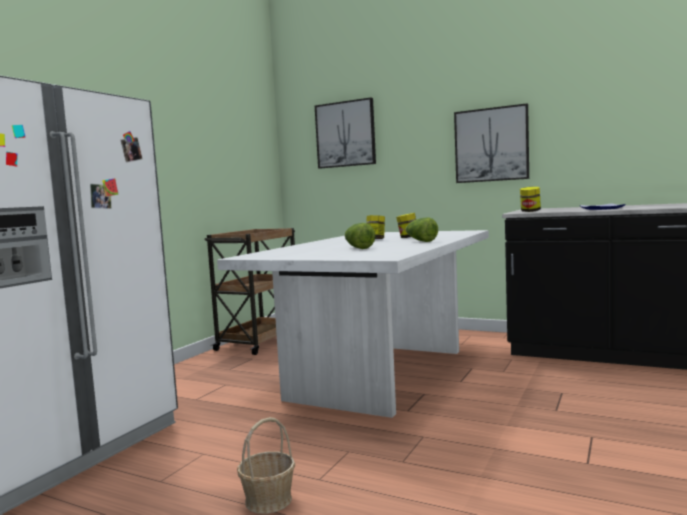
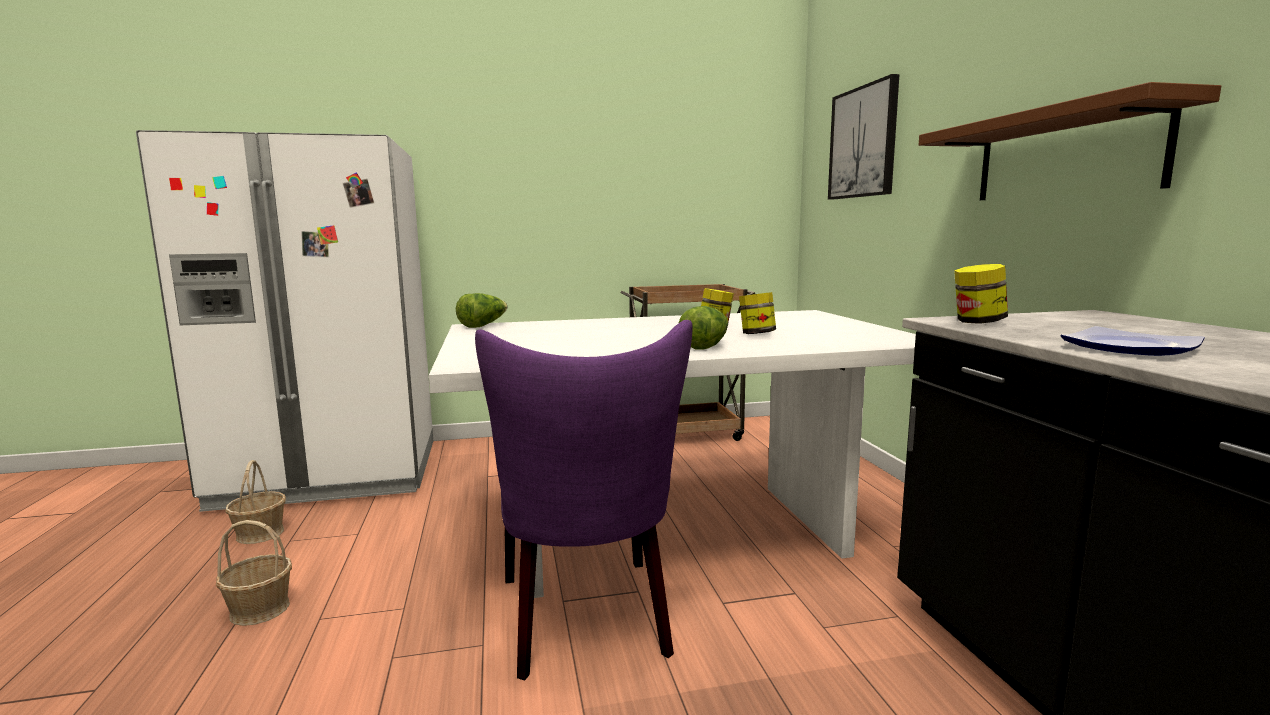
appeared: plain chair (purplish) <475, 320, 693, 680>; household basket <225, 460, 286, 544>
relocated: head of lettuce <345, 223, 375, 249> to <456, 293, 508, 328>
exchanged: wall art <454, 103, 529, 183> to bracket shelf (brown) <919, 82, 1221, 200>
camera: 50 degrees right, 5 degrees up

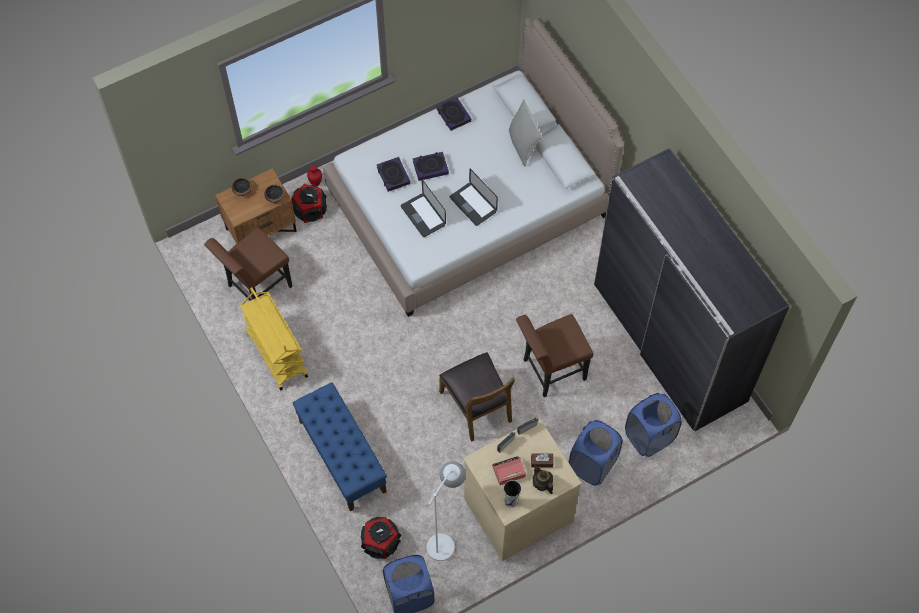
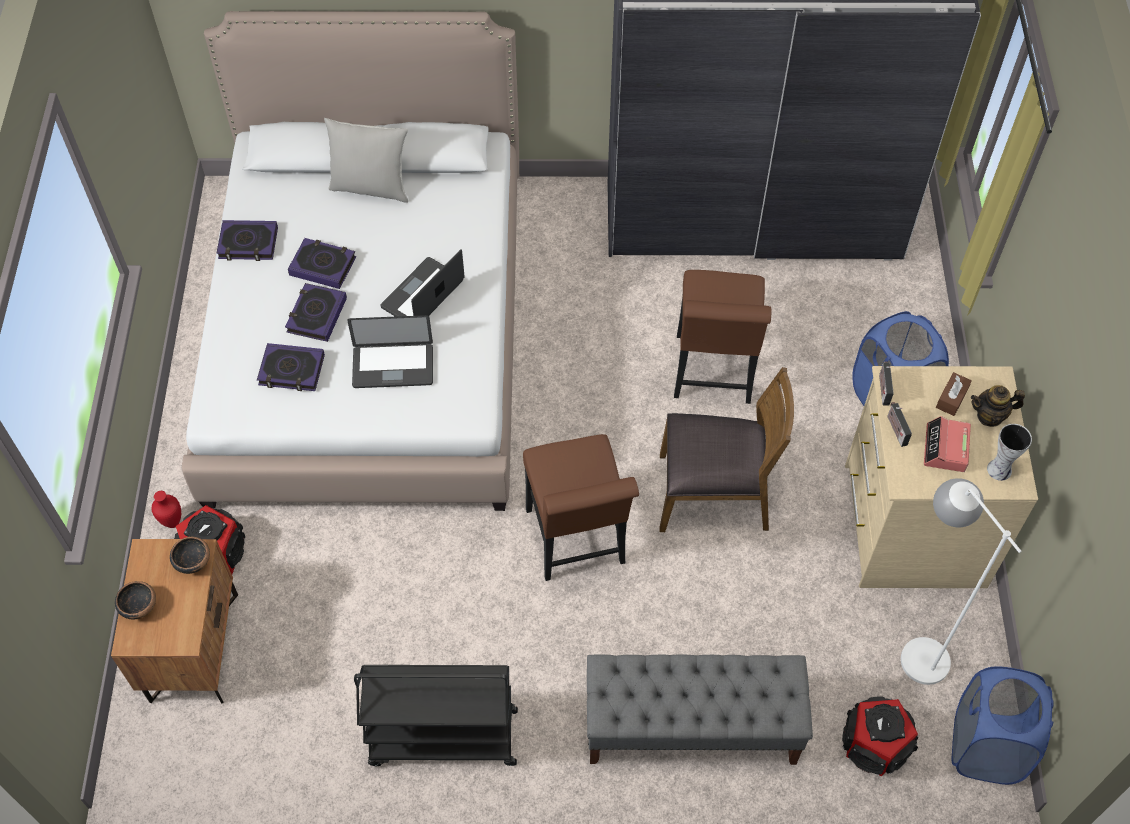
missing: washing basket (blue-coloured) <625, 393, 682, 457>
appeared: bound book <288, 238, 356, 289>
relocated: plain chair (brown) <204, 228, 293, 301> to <523, 434, 639, 581>
colour: cart (yellow) <240, 287, 308, 391> to cart (black-coloured) <354, 665, 518, 766>; indoor bench (blue-coloured) <293, 382, 387, 512> to indoor bench (greyish) <587, 654, 813, 765>
spun: laptop <450, 168, 498, 226> = <380, 249, 465, 317> 135 degrees clockwise
camera: 60 degrees left, 5 degrees down

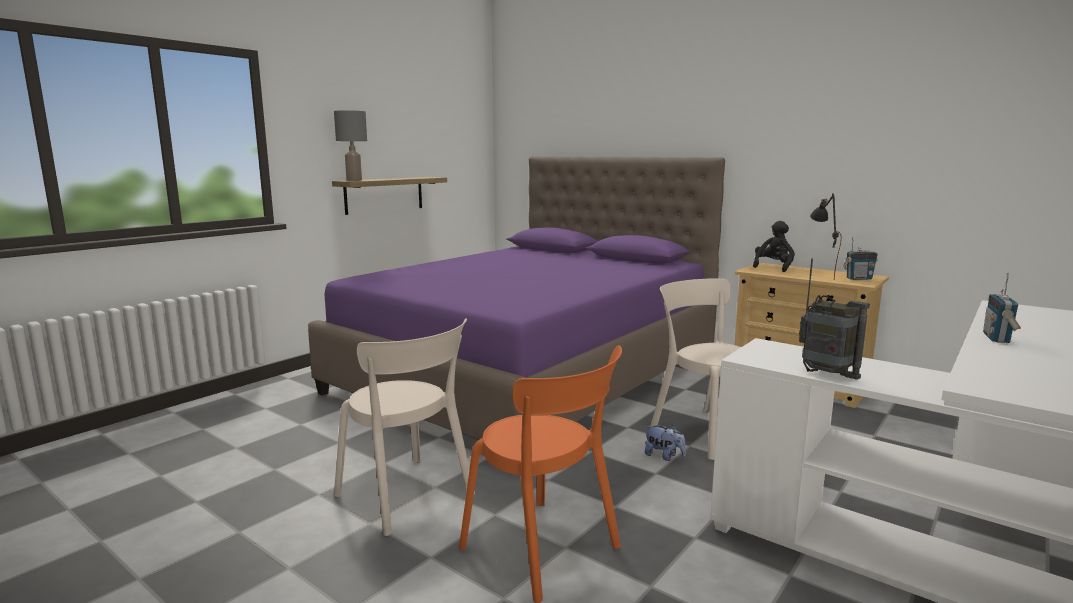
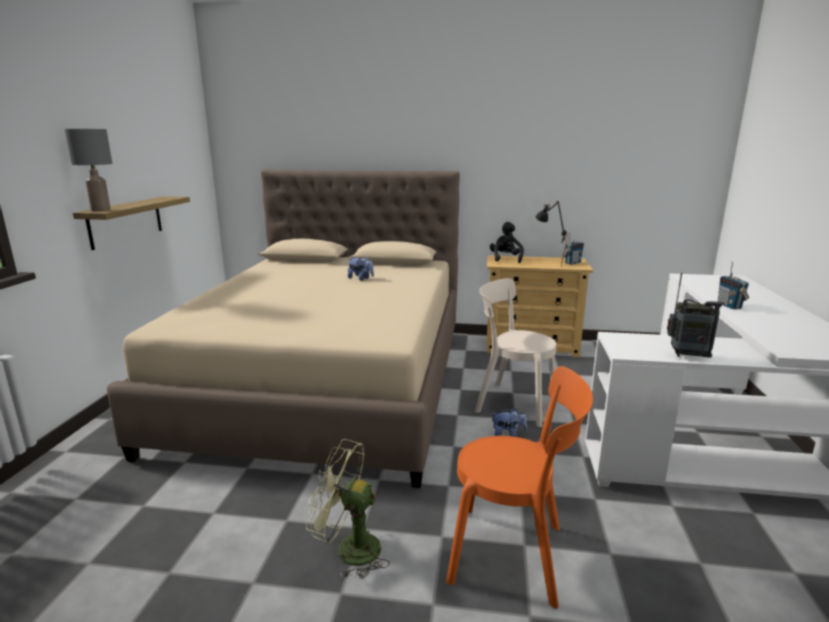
appeared: soft toy <348, 257, 374, 281>
exchanged: plain chair (beige-coloured) <334, 318, 475, 536> to fan (green) <306, 439, 390, 578>
colour: sleeping bed (purplish) <308, 156, 725, 440> to sleeping bed (beige-coloured) <107, 169, 460, 488>
camera: 30 degrees left, 5 degrees up

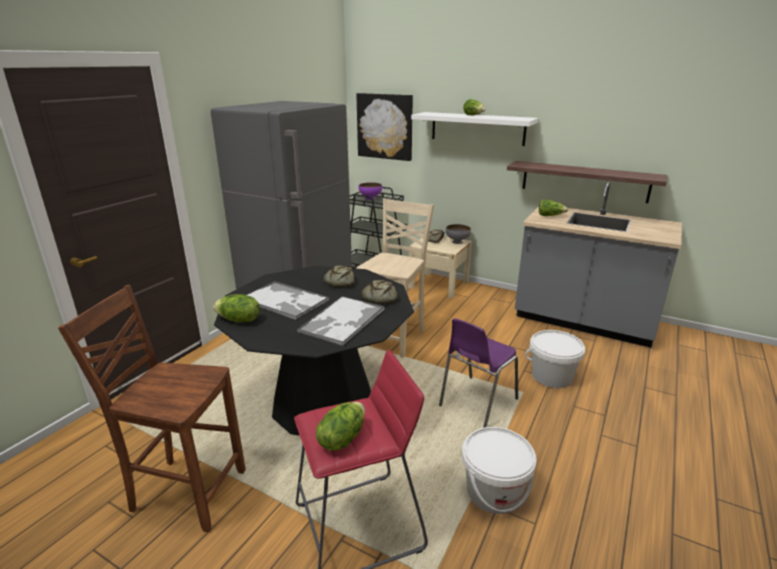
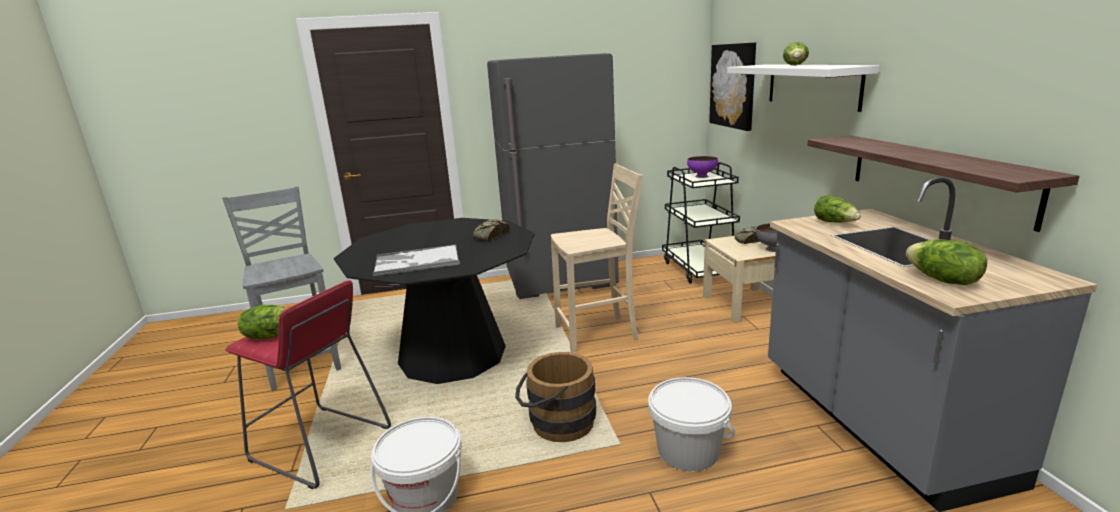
missing: bakery bread <361, 280, 397, 304>; carrying tray <247, 281, 329, 320>
relocated: head of lettuce <213, 294, 260, 323> to <906, 239, 987, 285>
exchanged: plain chair (purplish) <439, 318, 518, 428> to pail (brown) <515, 352, 596, 442>
colour: plain chair (brown) <58, 285, 245, 532> to plain chair (greyish) <222, 186, 341, 391>
camera: 50 degrees right, 5 degrees down

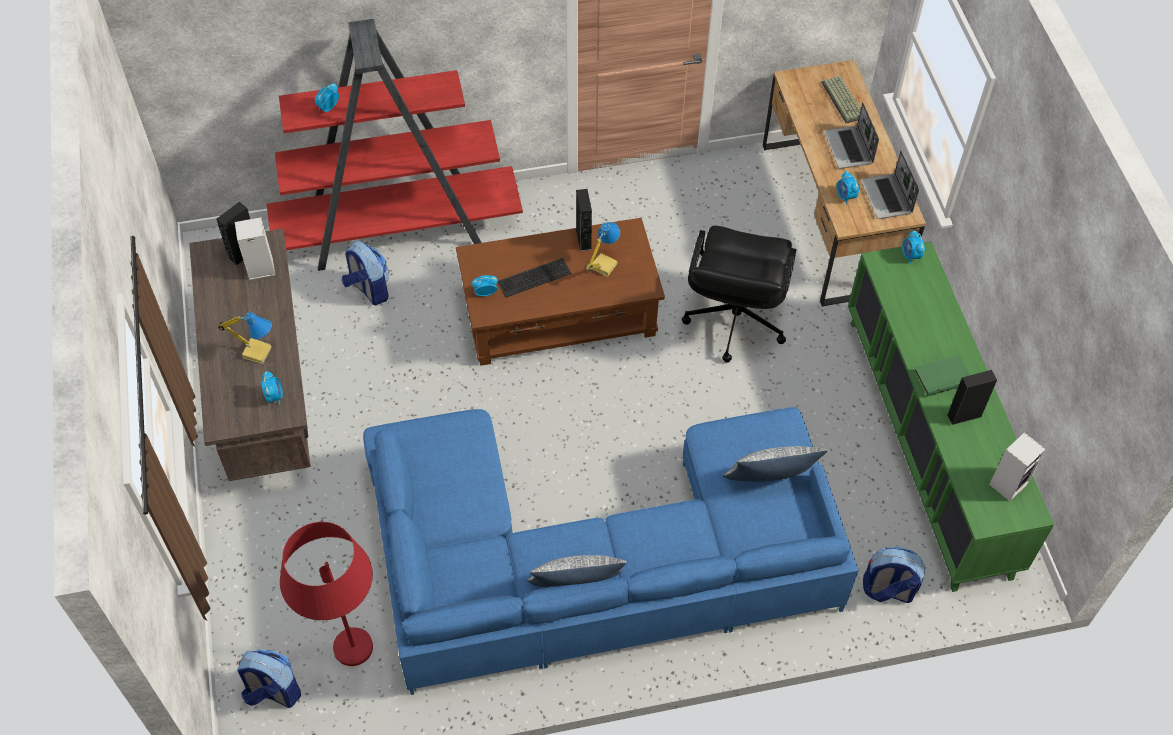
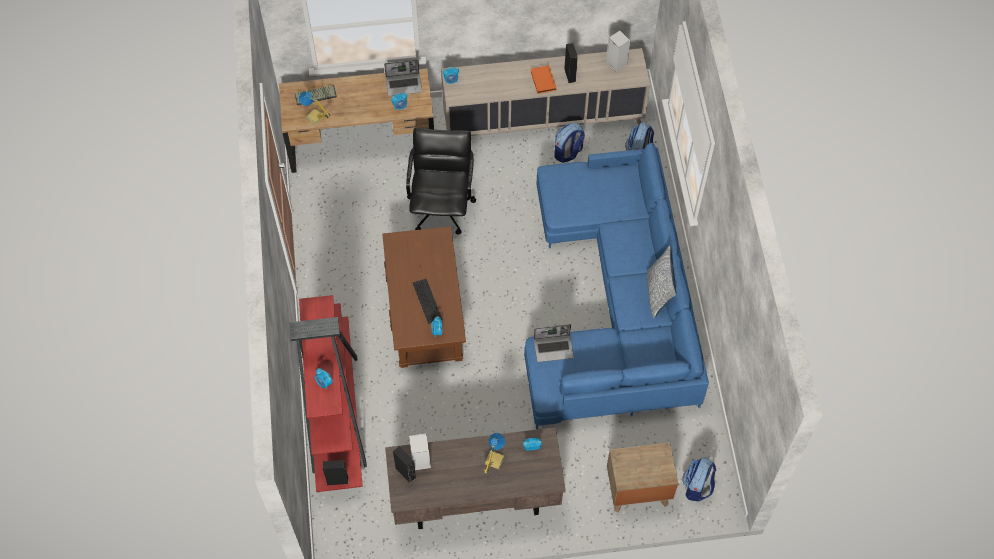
missing: throw pillow <723, 446, 828, 482>; standard lamp (red) <280, 522, 373, 666>
appeared: night table (brown) <607, 443, 678, 513>
relocated: laptop <824, 102, 879, 169> to <534, 324, 574, 362>; audio speaker (black-coloured) <576, 189, 592, 251> to <323, 460, 348, 485>; lamp for a table <584, 222, 620, 277> to <299, 92, 331, 124>; backpack <342, 241, 389, 305> to <555, 123, 585, 163>
colour: storage cabinet (green) <848, 242, 1054, 592> to storage cabinet (beige-coloured) <441, 48, 650, 136>; bound book (green) <913, 355, 970, 396> to bound book (orange) <530, 65, 556, 94>
spun: desk chair (black-coloured) <682, 226, 797, 362> = <406, 128, 476, 235> 105 degrees counterclockwise
camera: 85 degrees left, 5 degrees up

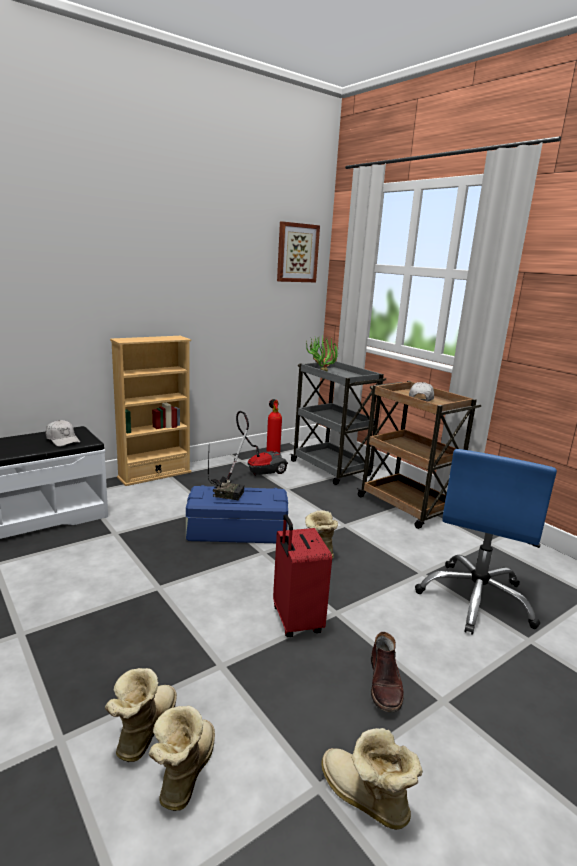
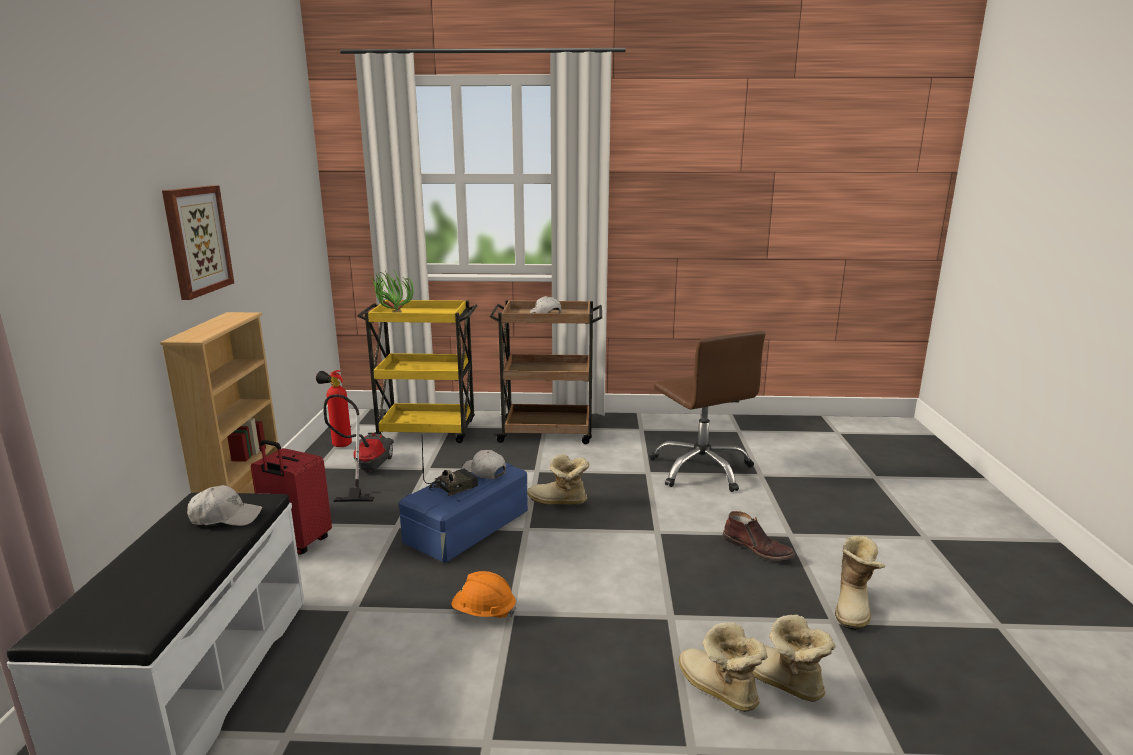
appeared: cap (white) <462, 450, 506, 479>; safety helmet (orange) <452, 571, 517, 618>
relocated: wall art <277, 221, 320, 282> to <162, 185, 234, 300>; suitcase (red) <273, 514, 332, 637> to <251, 440, 332, 555>
colour: cart (greyish) <290, 361, 386, 485> to cart (yellow) <357, 300, 477, 443>; desk chair (blue-coloured) <415, 449, 557, 635> to desk chair (brown) <650, 331, 766, 492>
spun: boot <321, 728, 423, 830> = <835, 536, 885, 630> 60 degrees counterclockwise
camera: 50 degrees left, 0 degrees up

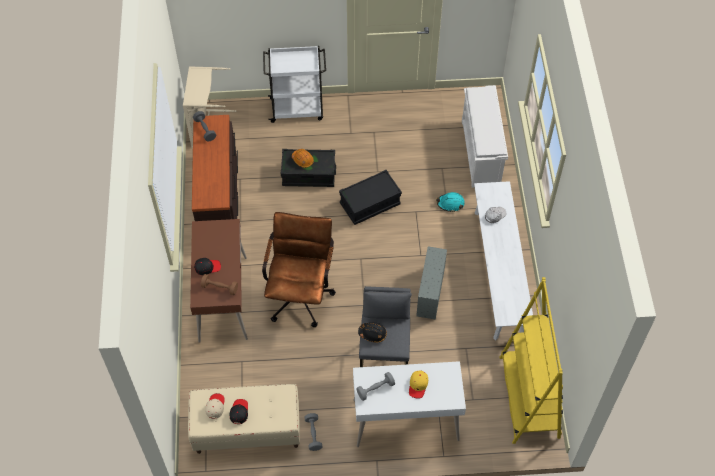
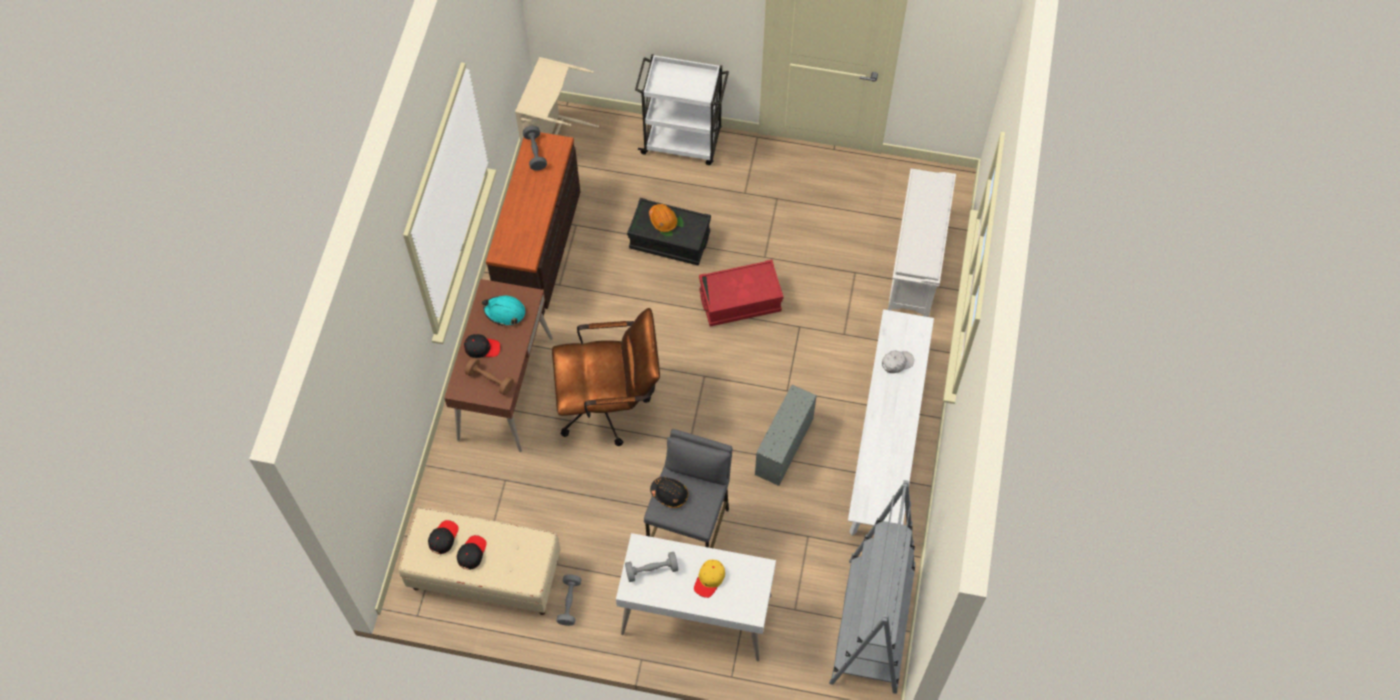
relocated: safety helmet (turquoise-coloured) <436, 192, 465, 212> to <482, 296, 525, 326>
colour: storage bin (black-coloured) <339, 170, 402, 225> to storage bin (red) <699, 259, 783, 327>; bookcase (yellow) <499, 277, 563, 444> to bookcase (greyish) <829, 480, 916, 694>; cap (beige-coloured) <205, 393, 224, 419> to cap (black-coloured) <428, 520, 459, 554>
spun: desk chair (brown) <262, 212, 336, 327> = <552, 308, 660, 446> 60 degrees clockwise
camera: 15 degrees right, 5 degrees up

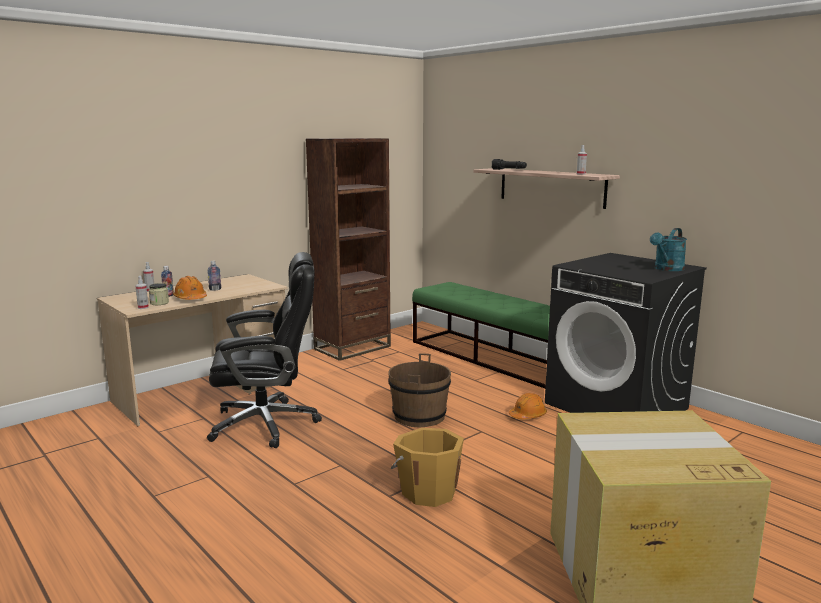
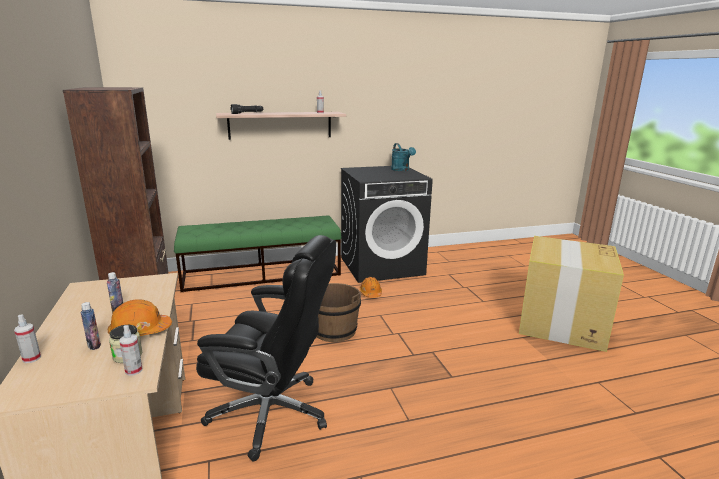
missing: pail (orange) <391, 428, 464, 507>
spun: desk chair (black-coloured) <207, 252, 322, 448> = <196, 235, 336, 461> 90 degrees clockwise
camera: 65 degrees left, 5 degrees up

